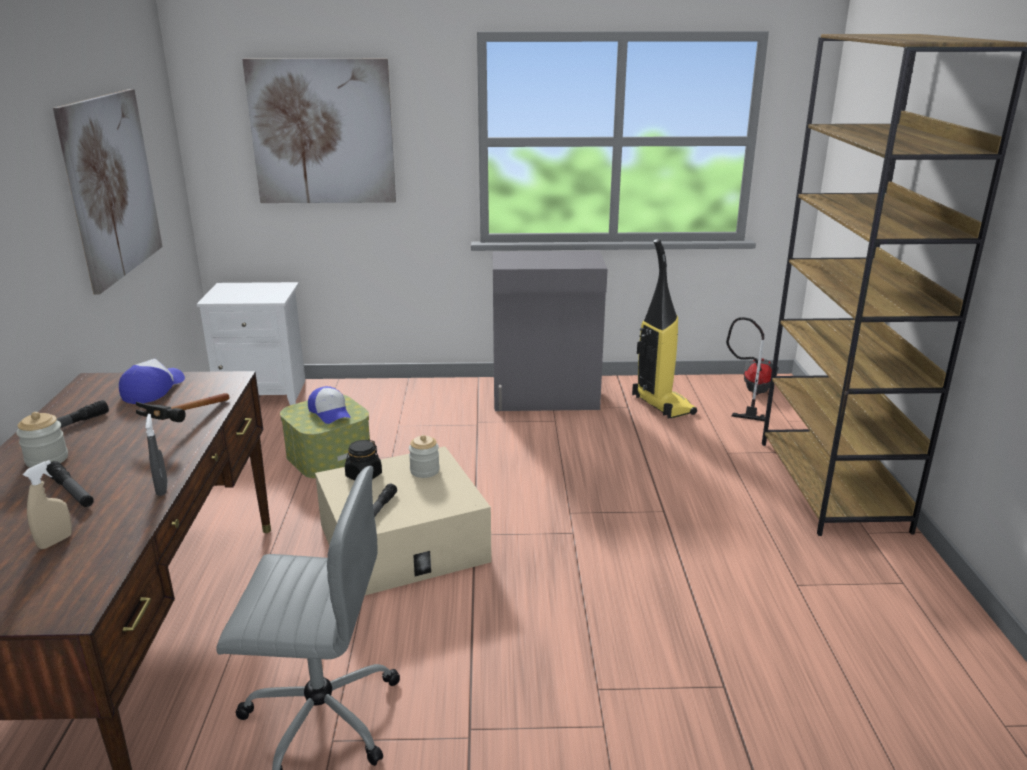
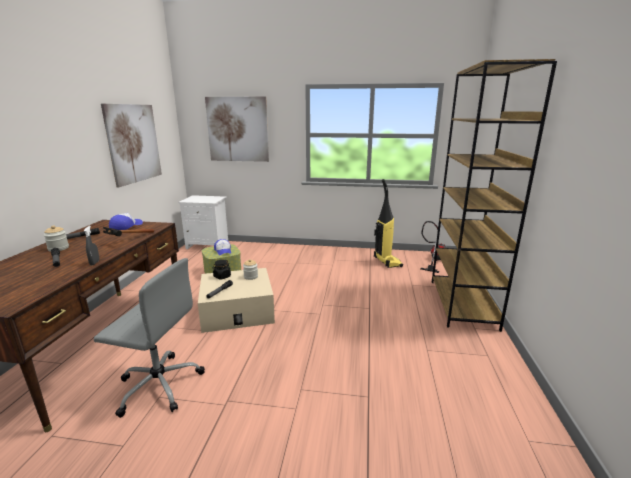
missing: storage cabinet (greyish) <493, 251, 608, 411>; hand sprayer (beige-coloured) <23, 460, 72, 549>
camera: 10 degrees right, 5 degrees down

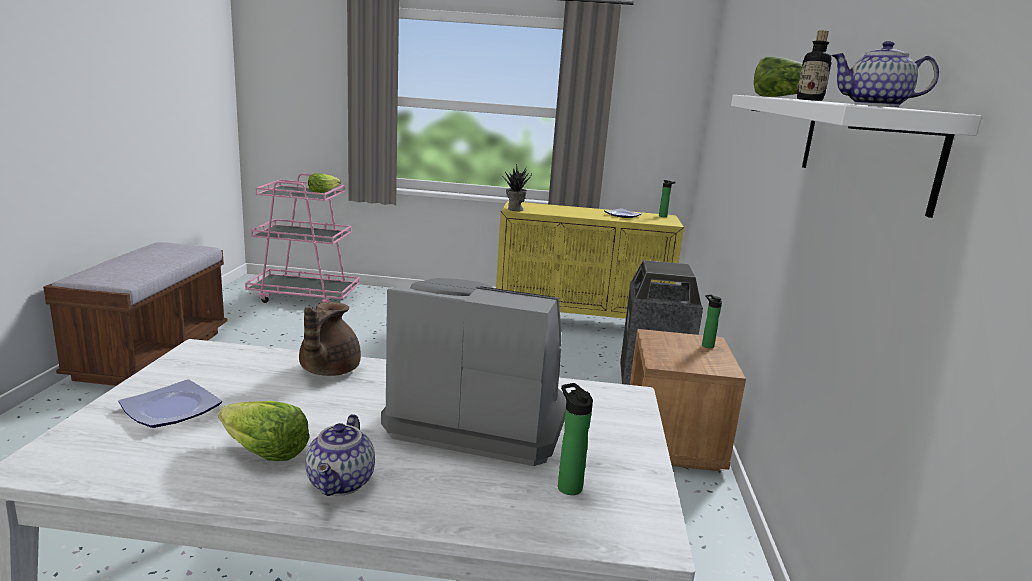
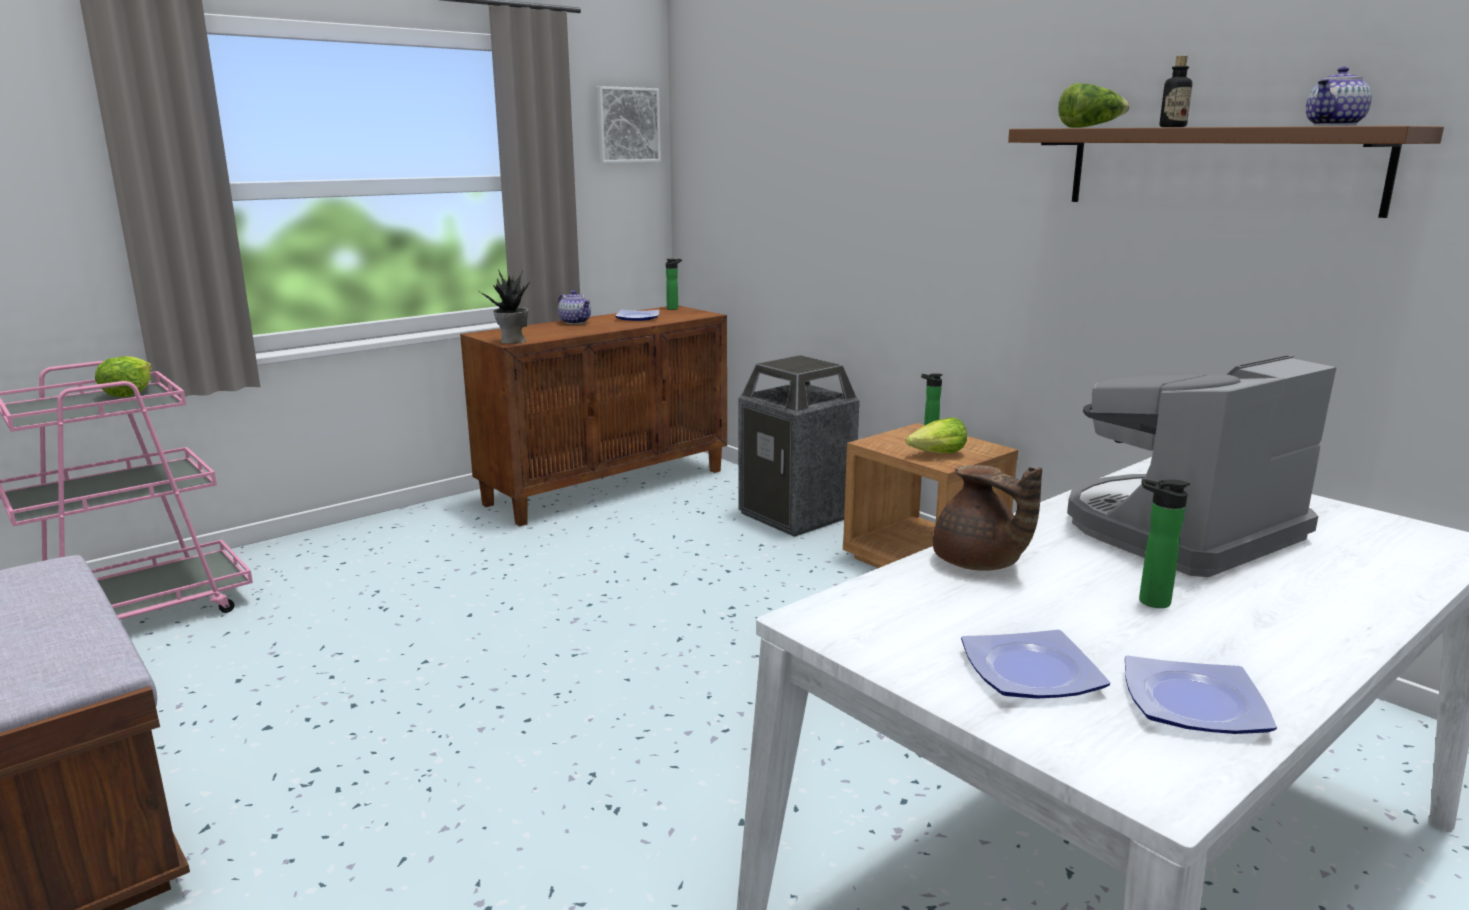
appeared: wall art <595, 86, 661, 163>; dinner plate <1125, 655, 1277, 734>
relocated: bottle <558, 383, 593, 495> to <1139, 479, 1190, 608>; head of lettuce <218, 401, 310, 461> to <906, 417, 967, 453>; pot for tea <305, 414, 375, 496> to <558, 290, 591, 324>
colour: bracket shelf (white) <731, 95, 982, 218> to bracket shelf (brown) <1008, 126, 1444, 218>; storage cabinet (yellow) <496, 201, 684, 319> to storage cabinet (brown) <460, 305, 727, 526>
camera: 45 degrees left, 0 degrees up

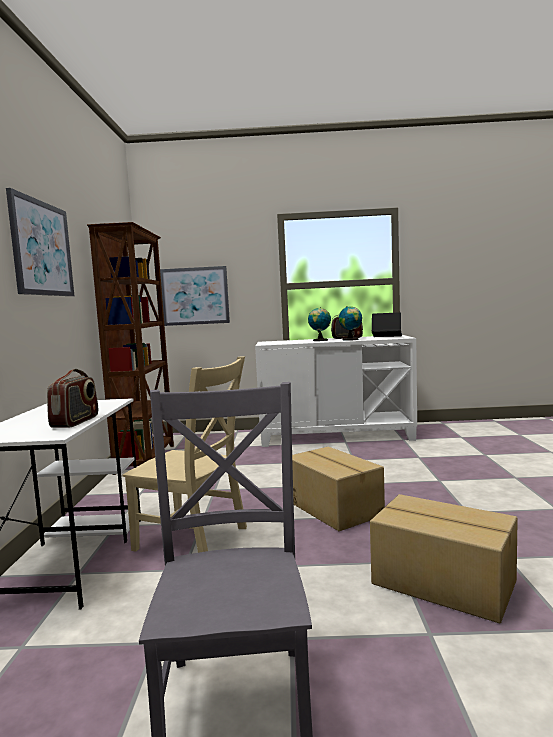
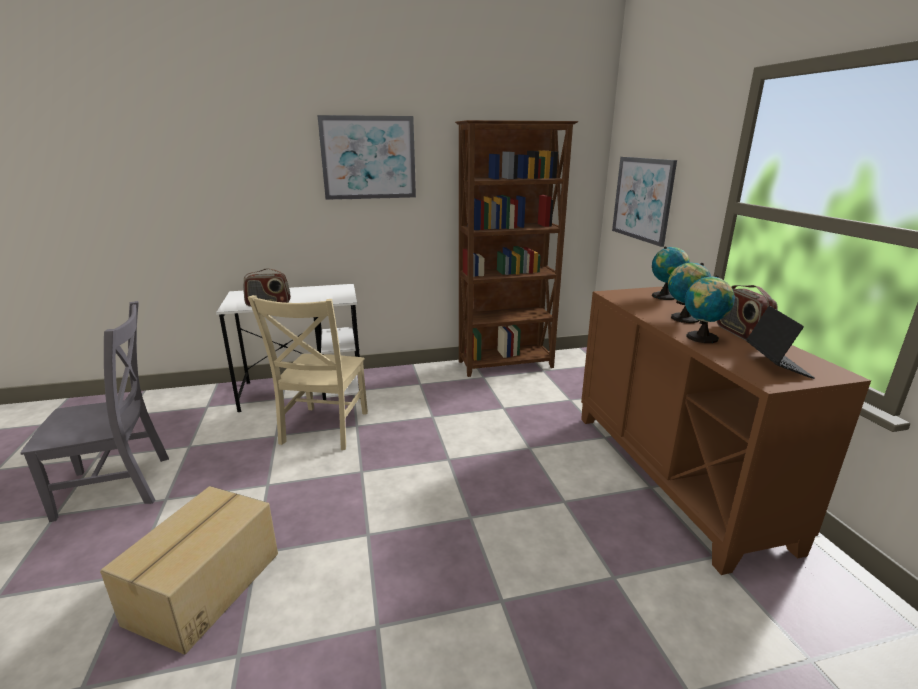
missing: cardboard box <292, 447, 385, 531>
appeared: world globe <652, 246, 690, 300>
colour: storage cabinet (white) <255, 335, 417, 447> to storage cabinet (brown) <581, 287, 871, 575>
camera: 75 degrees right, 15 degrees up

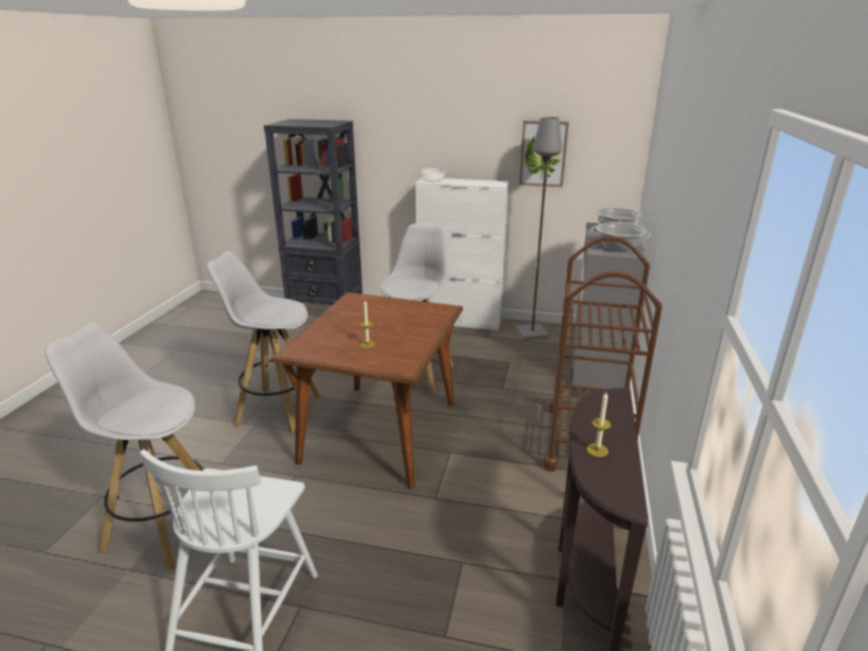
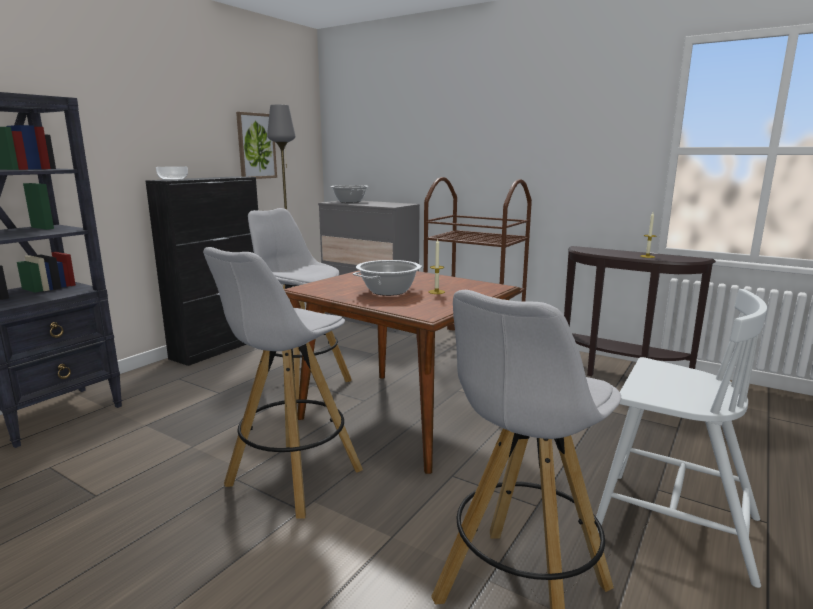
relocated: saucepot <590, 222, 651, 252> to <353, 260, 422, 296>
colour: storage cabinet (white) <415, 177, 509, 330> to storage cabinet (black-coloured) <145, 176, 258, 366>
camera: 70 degrees left, 10 degrees down

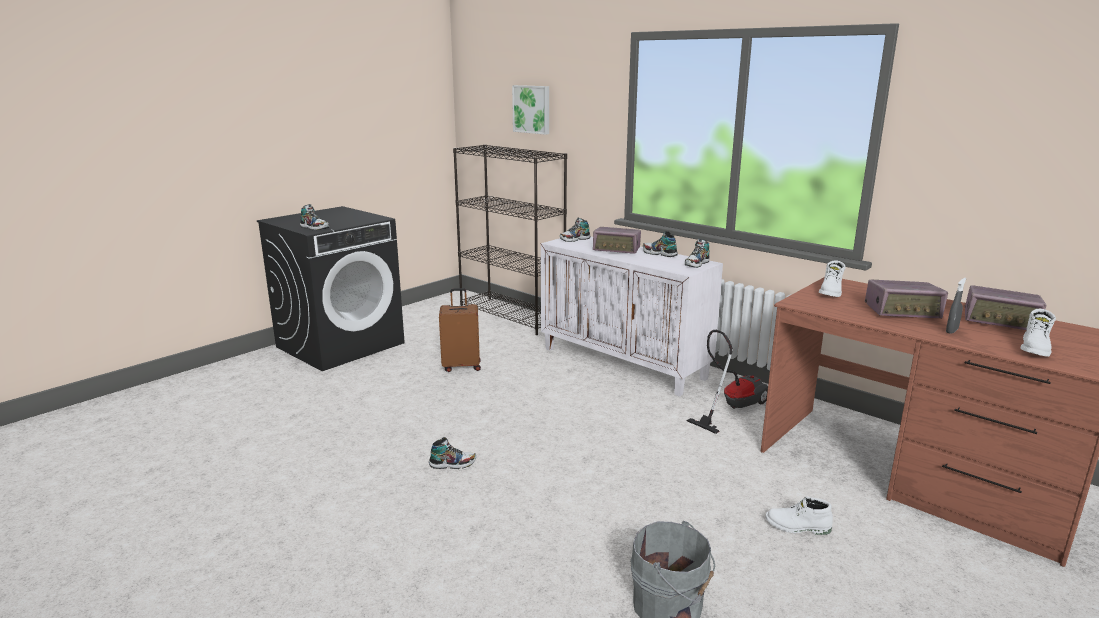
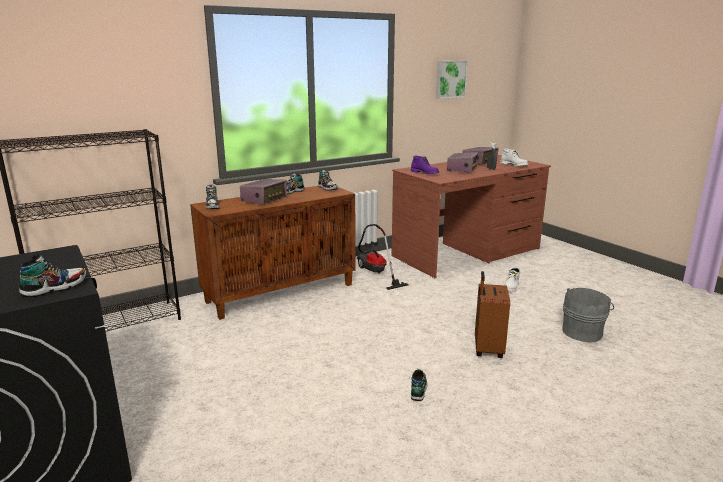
relocated: wall art <512, 85, 549, 135> to <436, 60, 468, 99>; suitcase (brown) <439, 288, 481, 372> to <475, 271, 510, 358>
colour: storage cabinet (white) <541, 236, 723, 397> to storage cabinet (brown) <190, 186, 356, 320>; boot (white) <819, 260, 846, 297> to boot (purplish) <411, 156, 439, 174>
camera: 75 degrees left, 0 degrees up

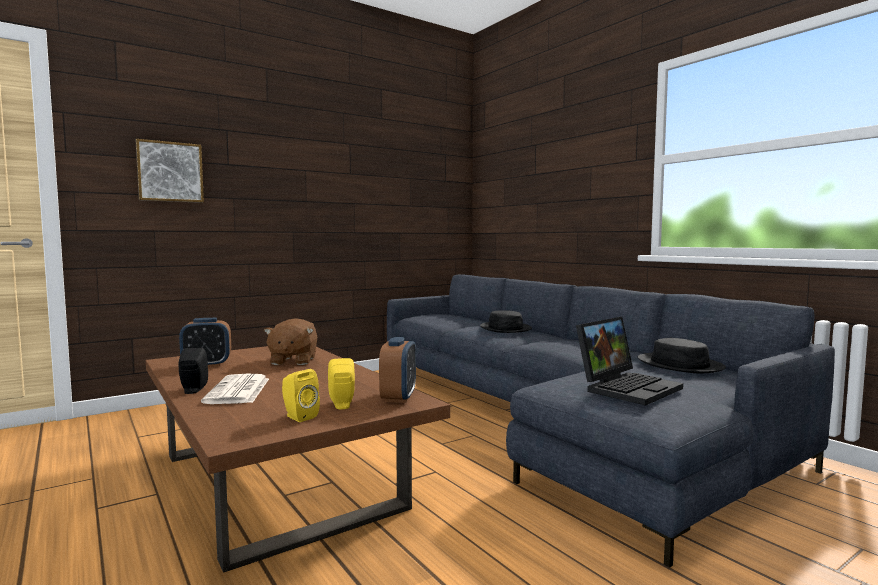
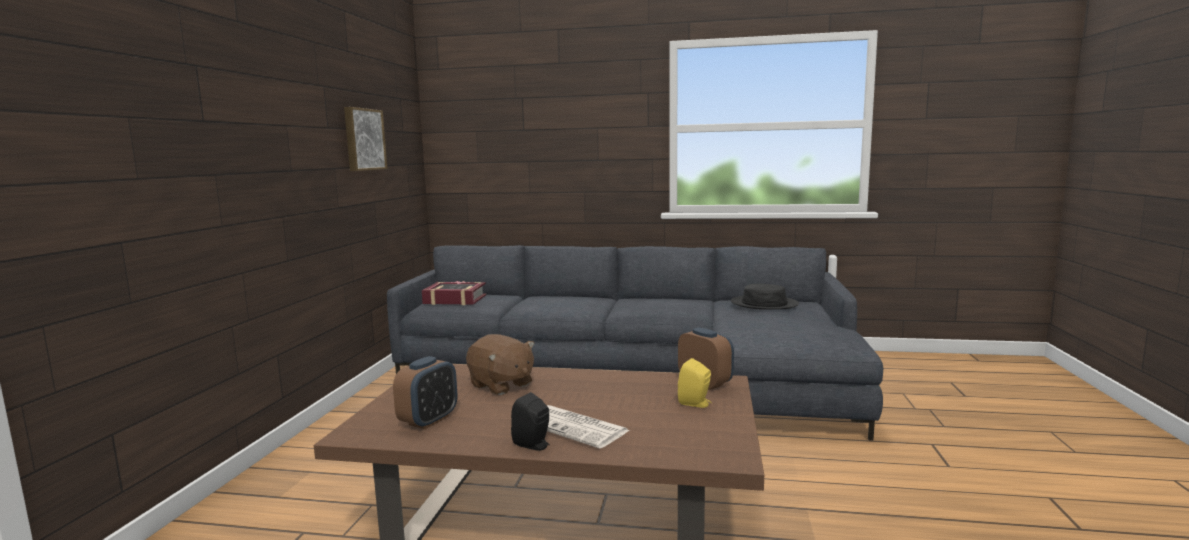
missing: wearable hat (black-coloured) <480, 310, 532, 333>; laptop <576, 317, 683, 406>; audio speaker (yellow) <282, 369, 320, 422>
appeared: bound book <422, 281, 486, 305>
relocated: wall art <136, 139, 204, 203> to <344, 107, 388, 171>
camera: 45 degrees left, 5 degrees up

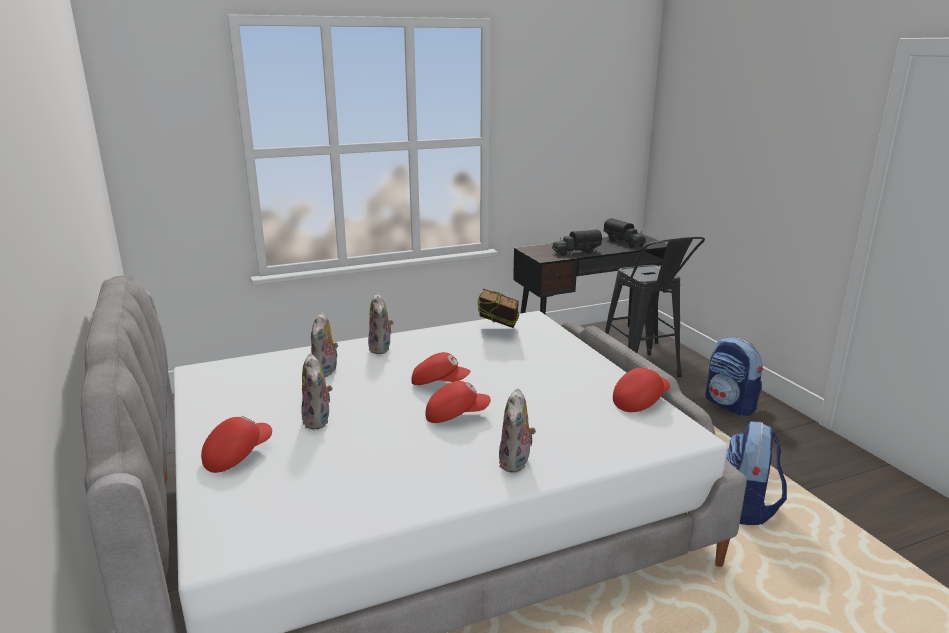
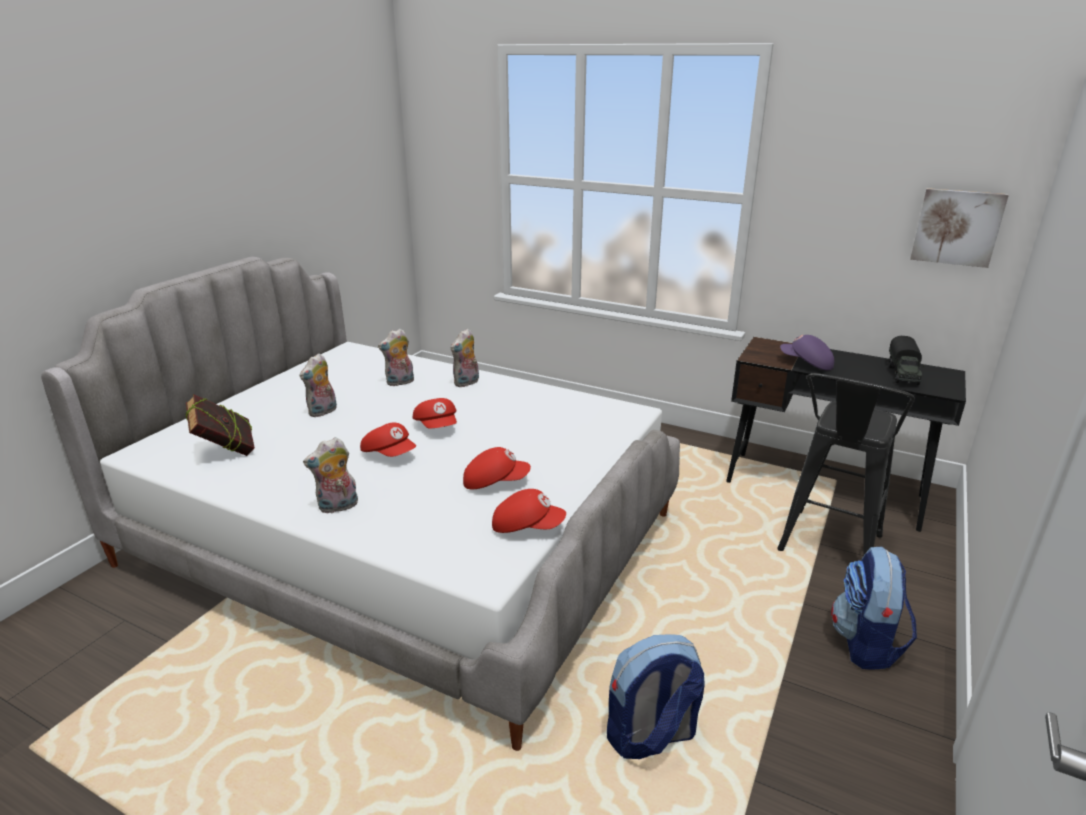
appeared: wall art <910, 188, 1009, 268>
relocated: bound book <478, 289, 520, 328> to <185, 394, 255, 456>; cap (red) <201, 416, 272, 473> to <463, 447, 531, 489>
exchanged: toy truck <552, 229, 602, 256> to cap (purplish) <780, 335, 834, 370>
camera: 50 degrees right, 5 degrees up

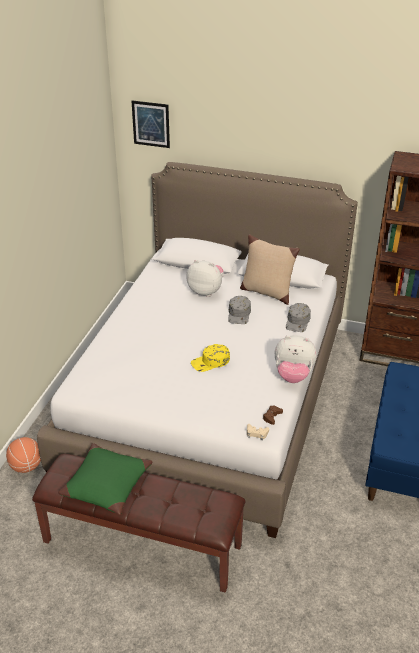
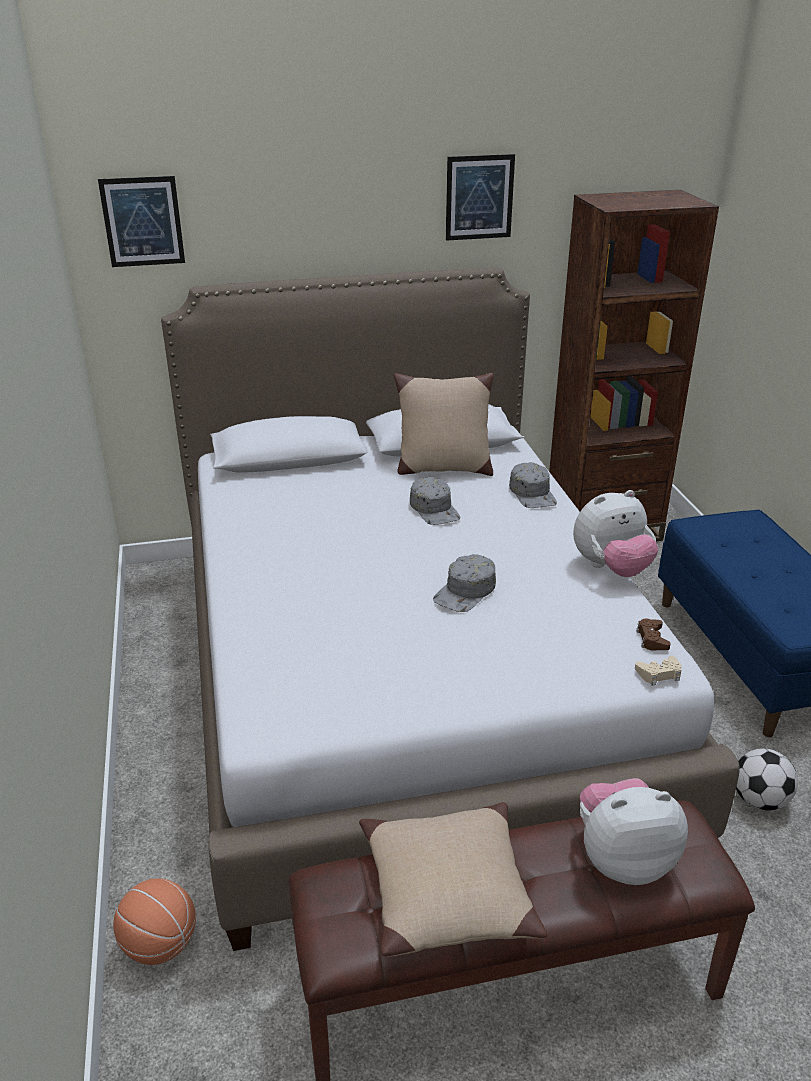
appeared: wall art <446, 154, 515, 241>; football ball <736, 748, 798, 811>
relocated: soft toy <187, 260, 224, 297> to <580, 778, 688, 885>
colour: cap (yellow) <191, 344, 230, 372> to cap (greyish) <433, 554, 496, 612>; throw pillow (green) <58, 443, 153, 515> to throw pillow (beige-coloured) <359, 802, 547, 957>
camera: 30 degrees left, 5 degrees down

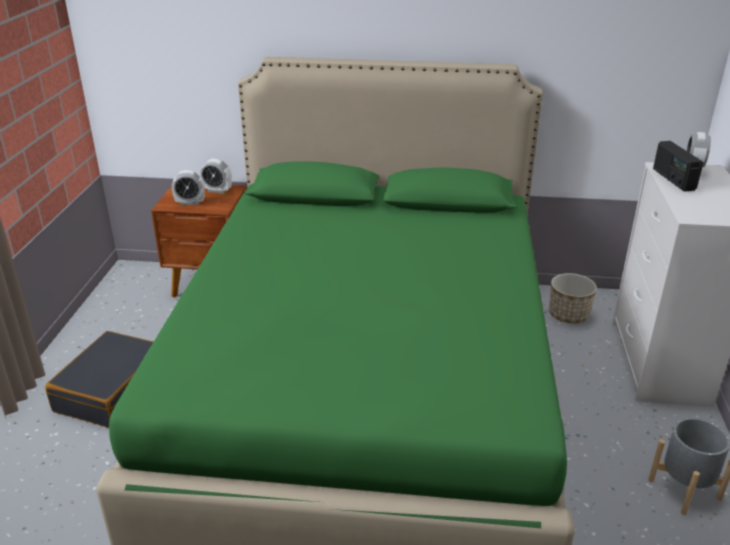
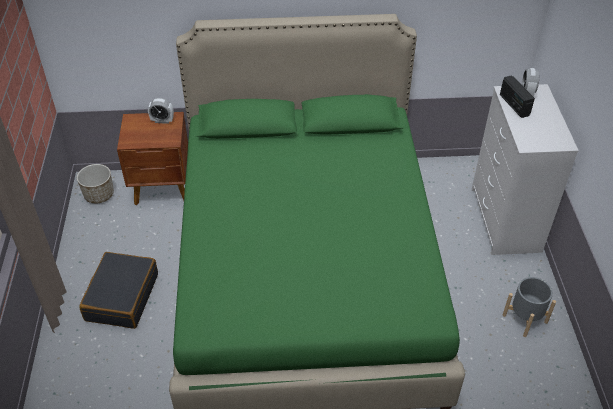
missing: table clock <172, 170, 205, 205>
relocated: planter <549, 273, 597, 323> to <77, 164, 114, 203>
camera: 10 degrees left, 15 degrees up

